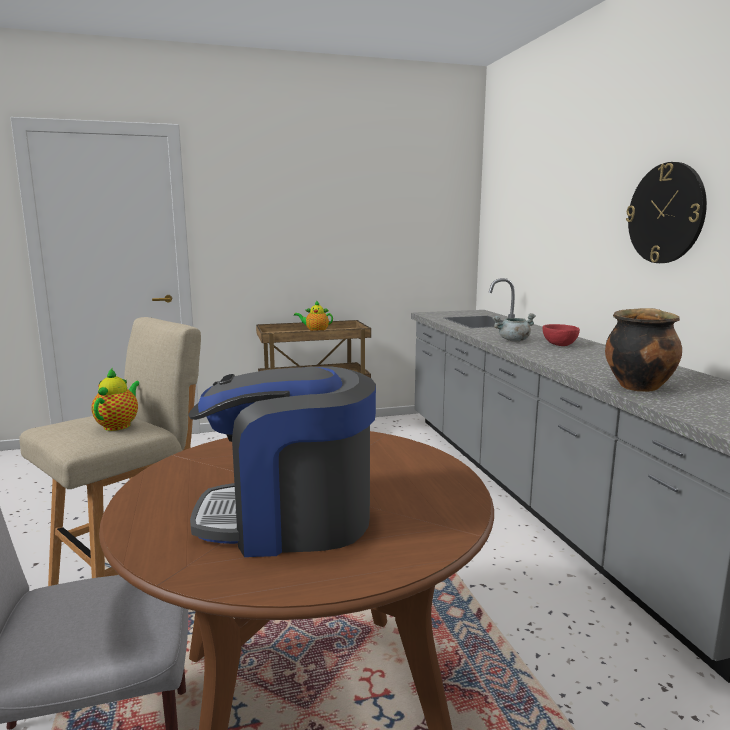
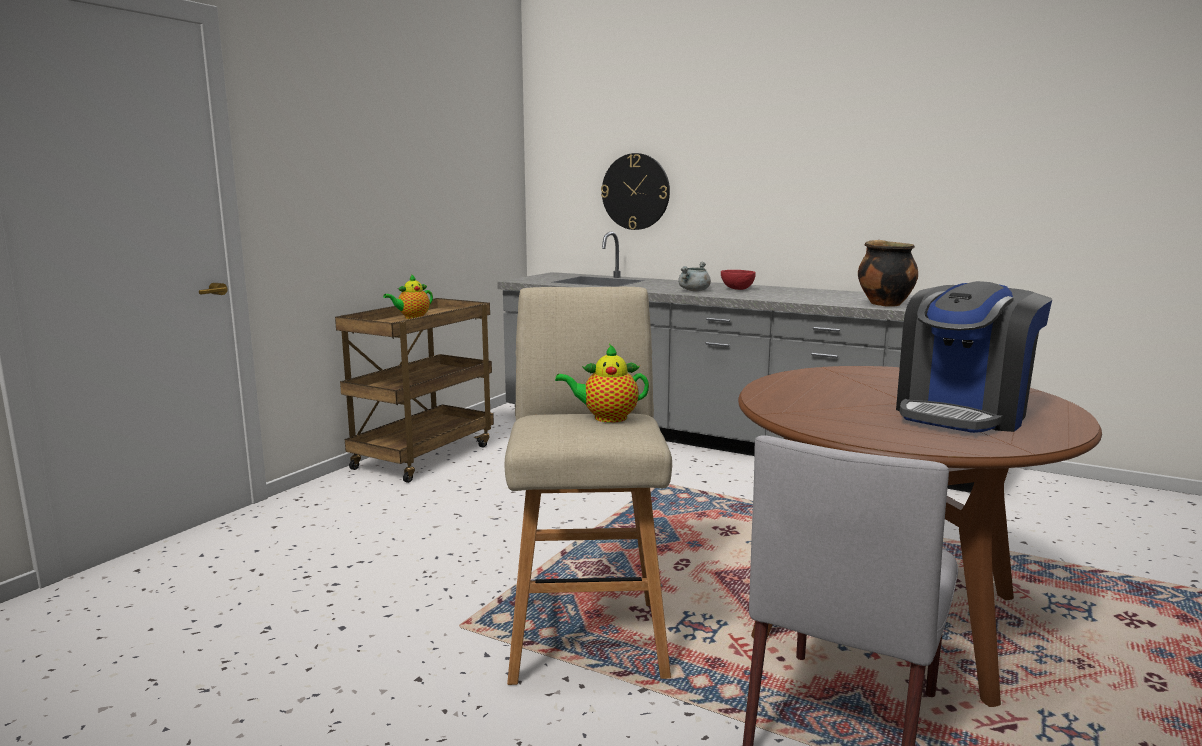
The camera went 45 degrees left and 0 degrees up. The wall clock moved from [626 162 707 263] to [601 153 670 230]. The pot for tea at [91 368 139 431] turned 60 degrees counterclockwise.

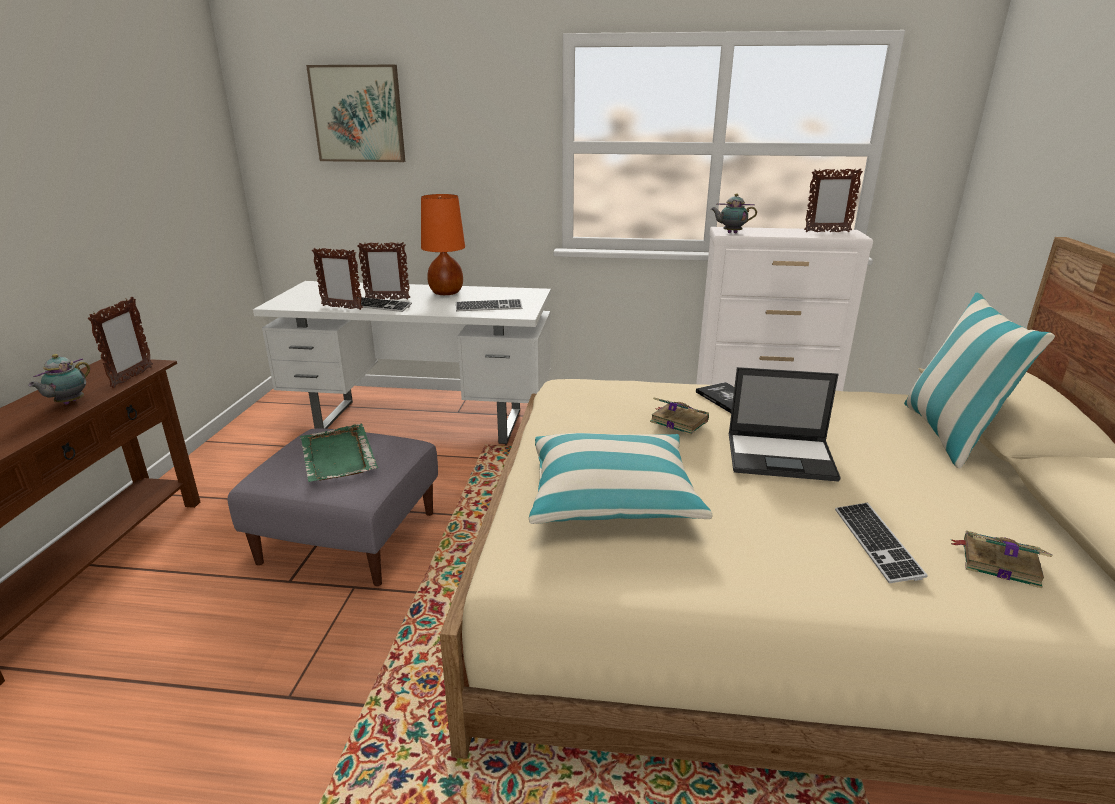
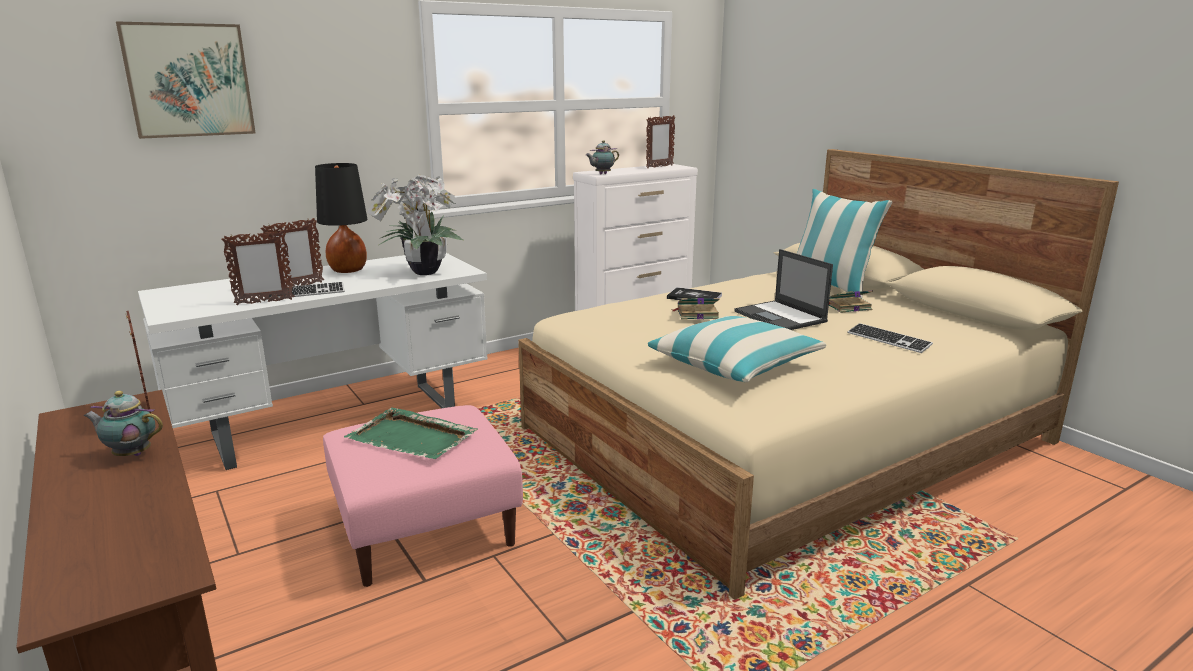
The camera went 40 degrees left and 5 degrees down. The book moved from [950 531 1052 588] to [829 290 873 313]. The keyboard at [456 299 522 311] was replaced by the plant in a pot at [367 174 463 275]. The pouffe (greyish) at [227 428 438 586] became the pouffe (pink) at [323 405 523 587]. The lamp for a table (orange) at [421 194 465 295] became the lamp for a table (blackish) at [315 163 368 273]. The pot for tea at [28 354 90 404] turned 120 degrees clockwise. The notebook computer at [729 367 841 482] turned 90 degrees clockwise.

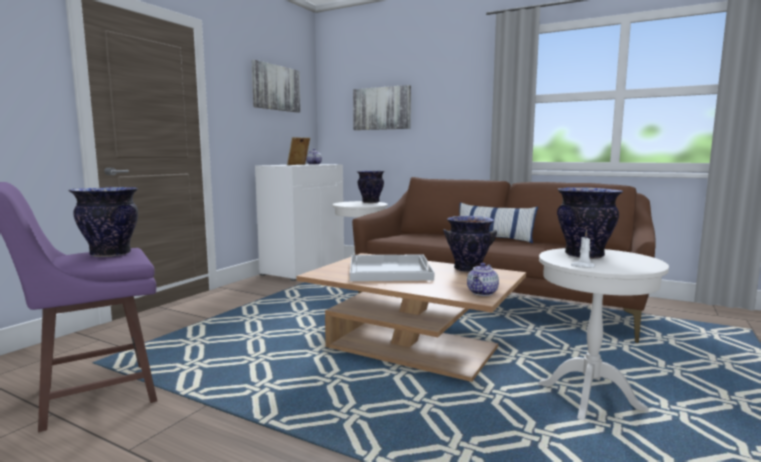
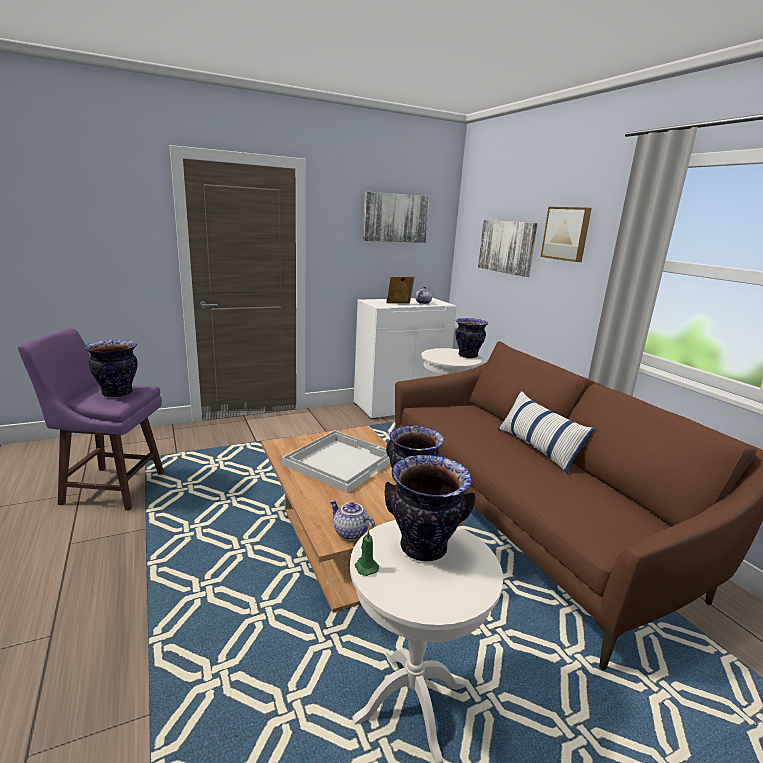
The camera went 35 degrees right and 10 degrees up. The wall art at [541 207 592 262] appeared. The candle (white-coloured) at [571 231 595 268] became the candle (green) at [355 530 379 576]. The pot for tea at [467 263 499 296] turned 60 degrees clockwise.

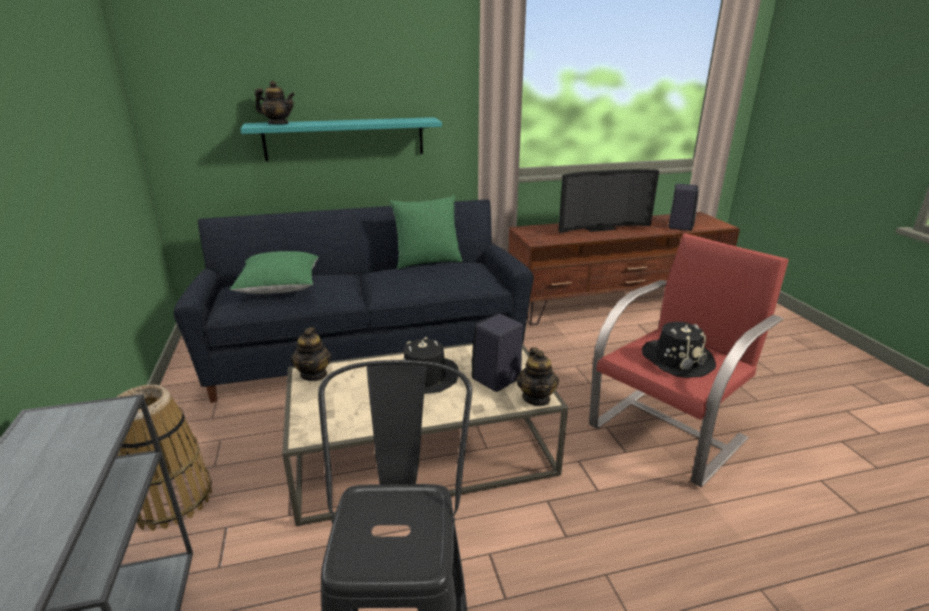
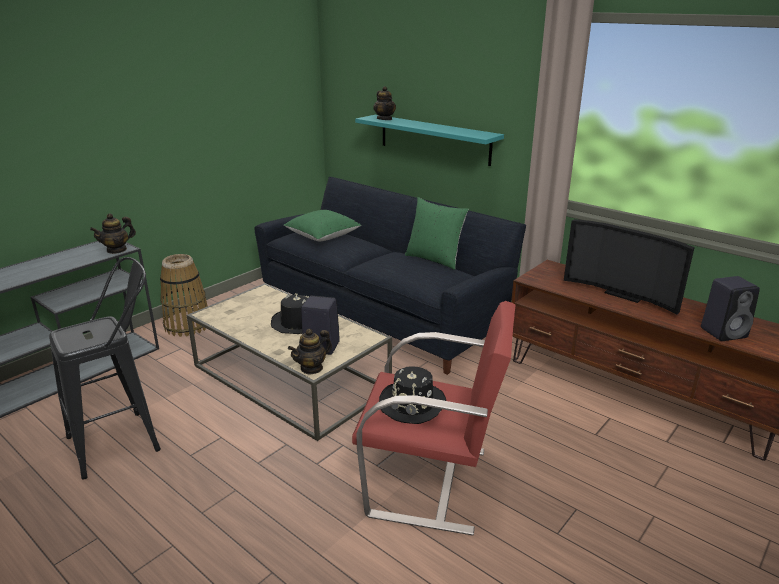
The camera went 55 degrees right and 0 degrees up. The pot for tea moved from [291 327 332 381] to [90 213 136 254].

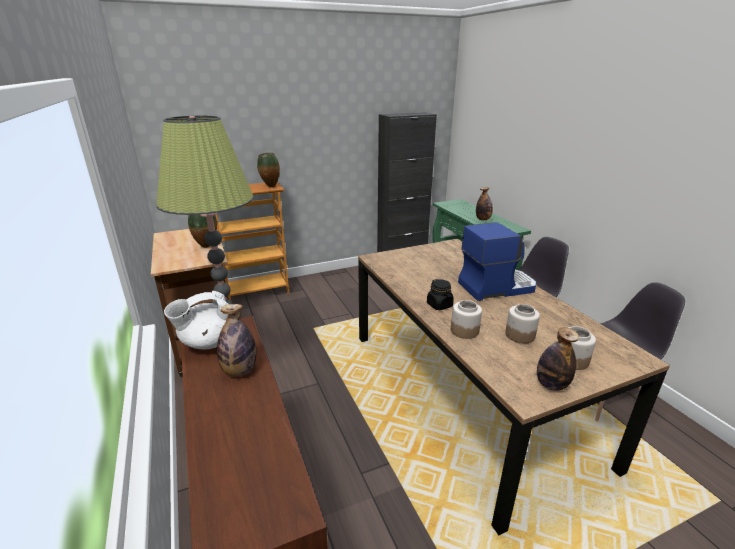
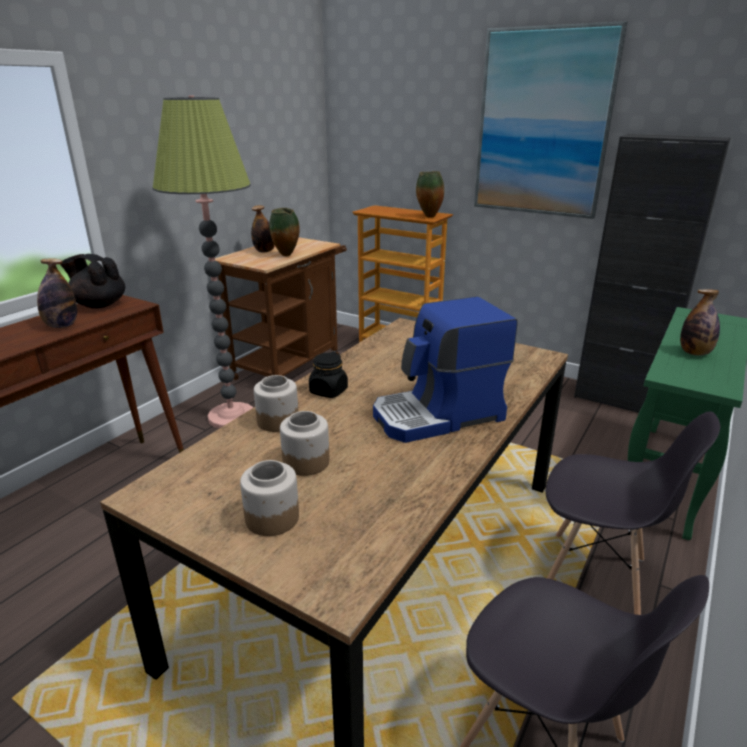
The camera went 55 degrees right and 0 degrees up. The wall art at [474 21 628 219] appeared. The bottle moved from [537 327 579 391] to [251 205 275 253]. The pot for tea (white-coloured) at [164 291 229 350] became the pot for tea (blackish) at [60 254 125 309]. The coffee brewer at [458 222 536 301] turned 120 degrees clockwise.

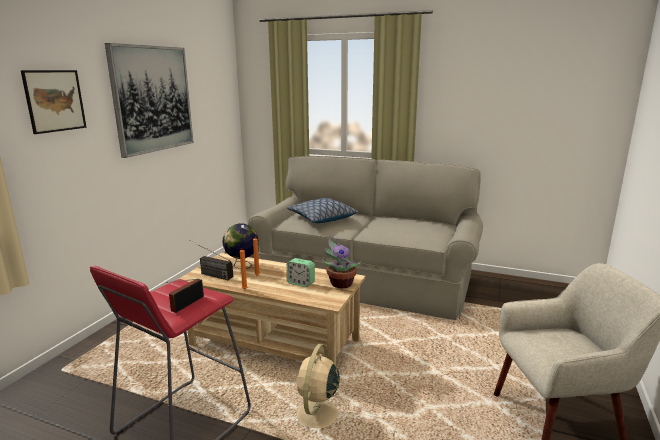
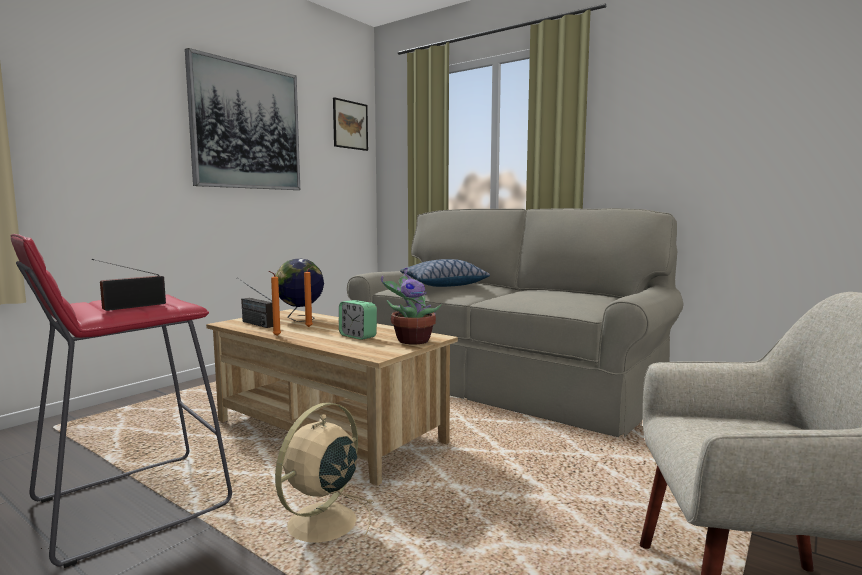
The camera went 15 degrees right and 10 degrees down. The wall art moved from [21 70 86 134] to [333 97 368 151].

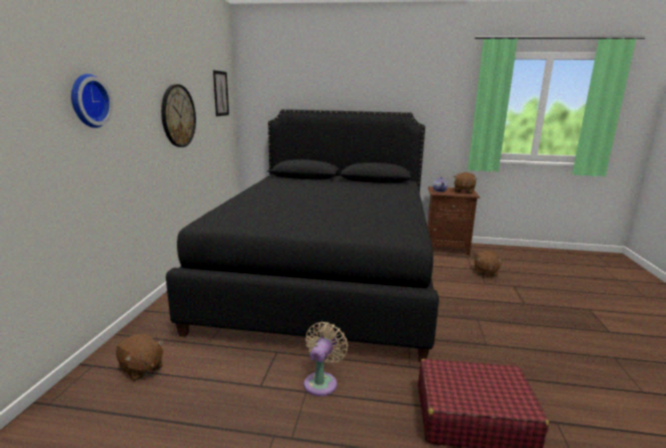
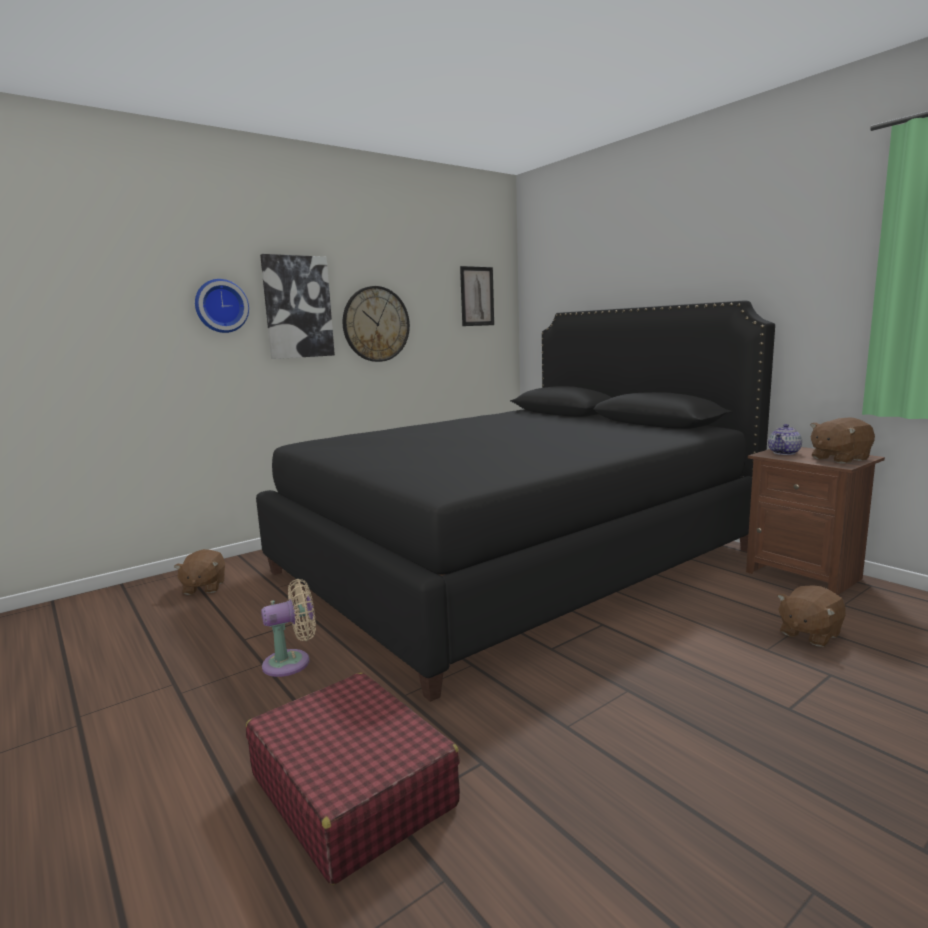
The camera went 45 degrees right and 5 degrees down. The wall art at [260 254 335 359] appeared.

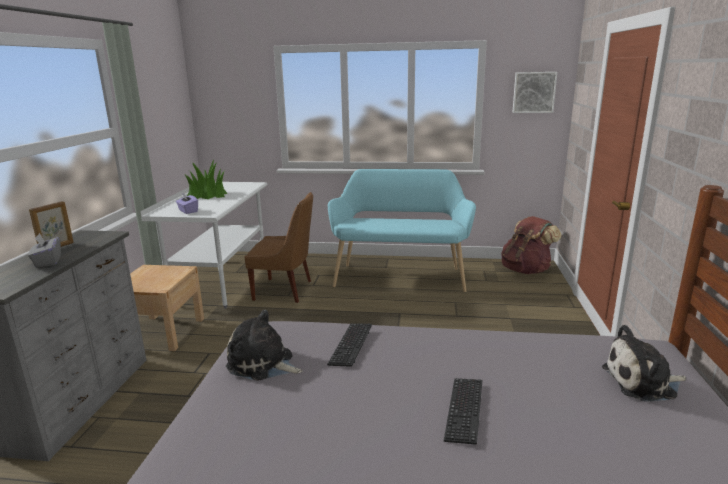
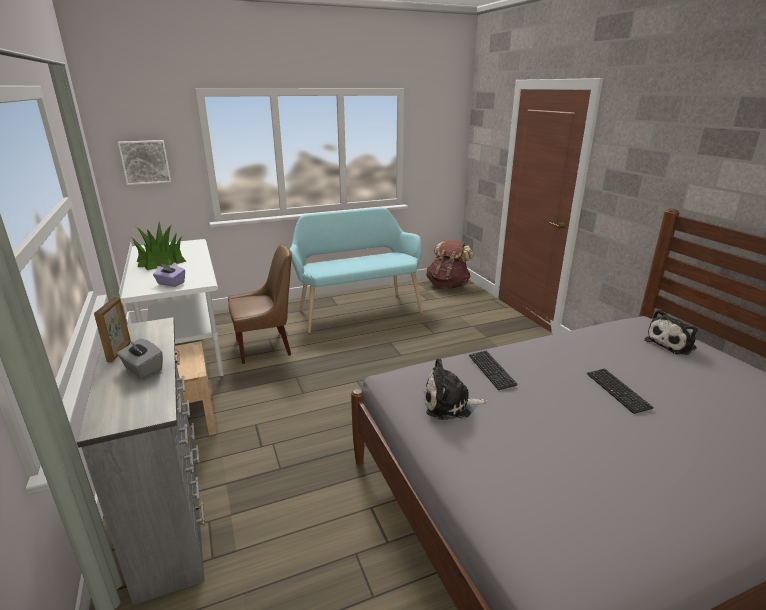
The camera went 30 degrees left and 5 degrees up. The wall art moved from [512 72 557 113] to [118 140 171 185].

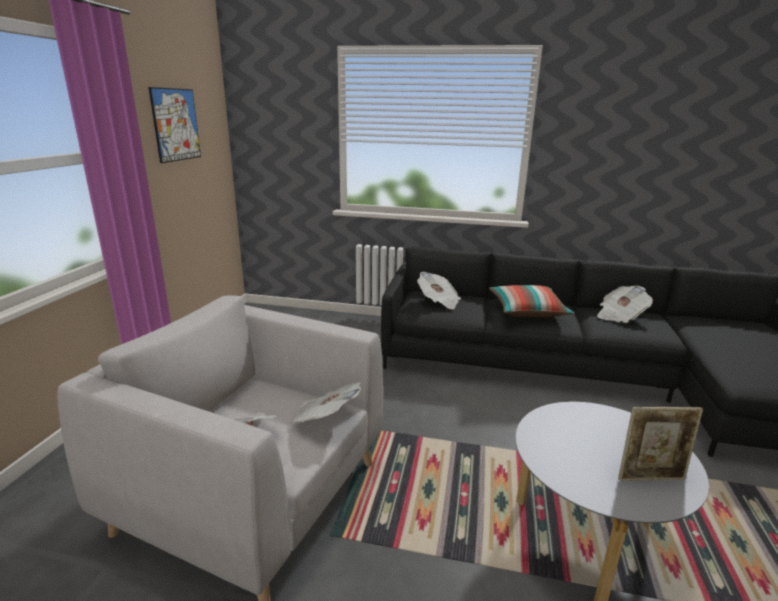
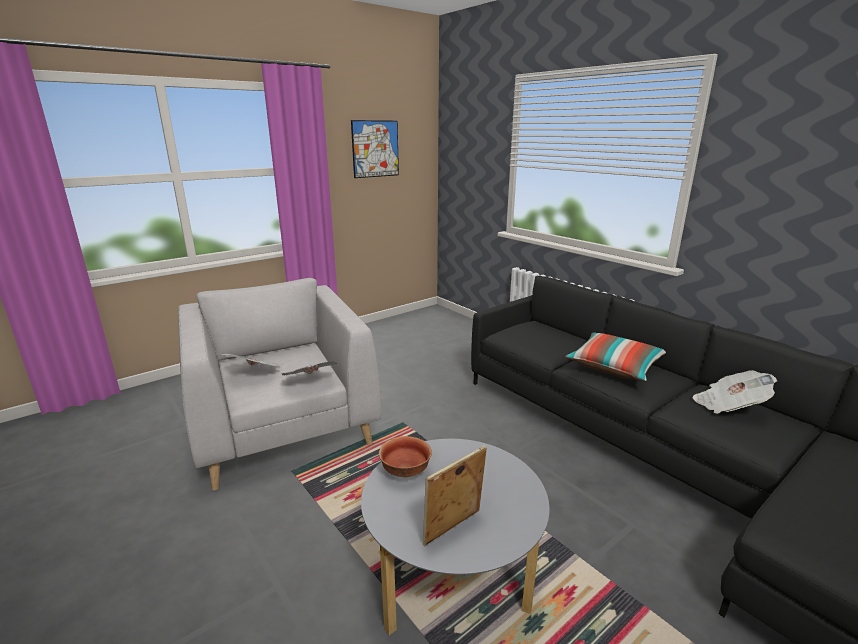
The camera went 40 degrees right and 0 degrees up. The daily paper at [417 272 461 310] disappeared. The deep dish at [379 436 432 477] appeared. The photo frame at [618 407 703 481] turned 105 degrees clockwise.

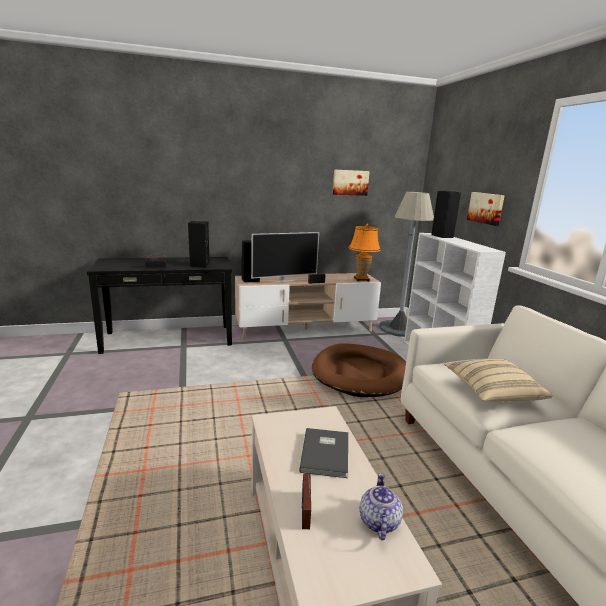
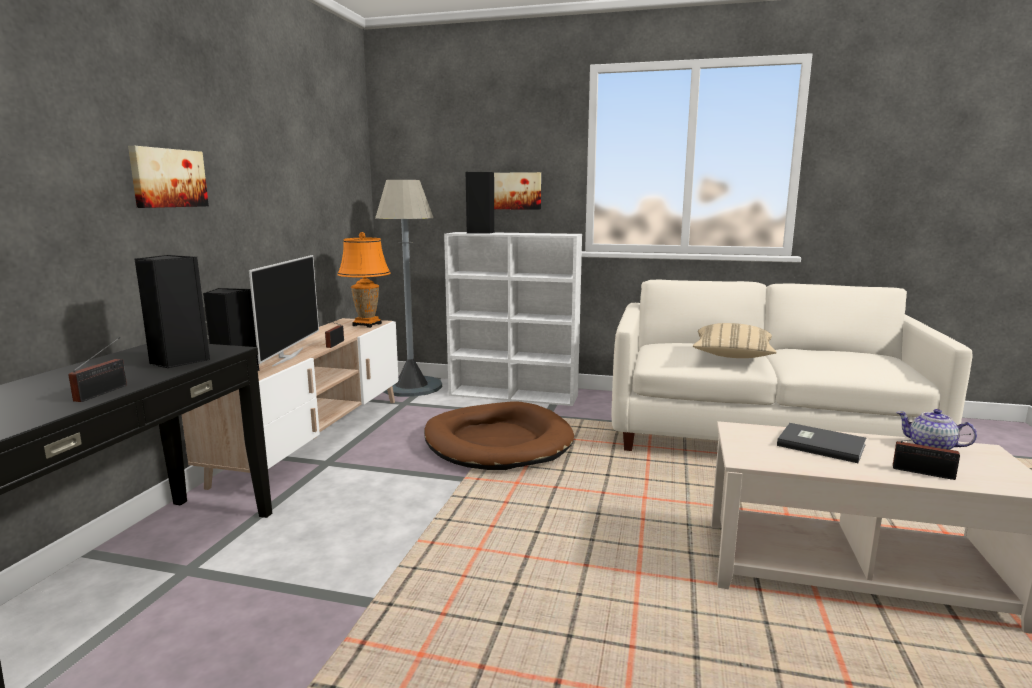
The camera went 60 degrees left and 5 degrees down. The wall art moved from [333 169 370 196] to [128 146 209 208].

